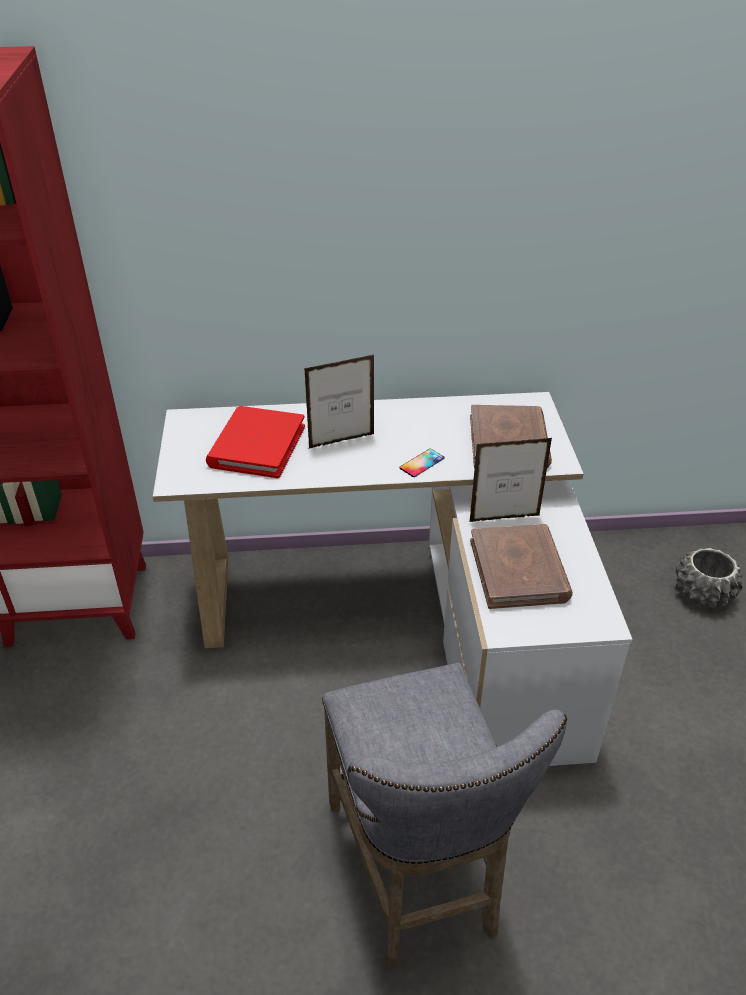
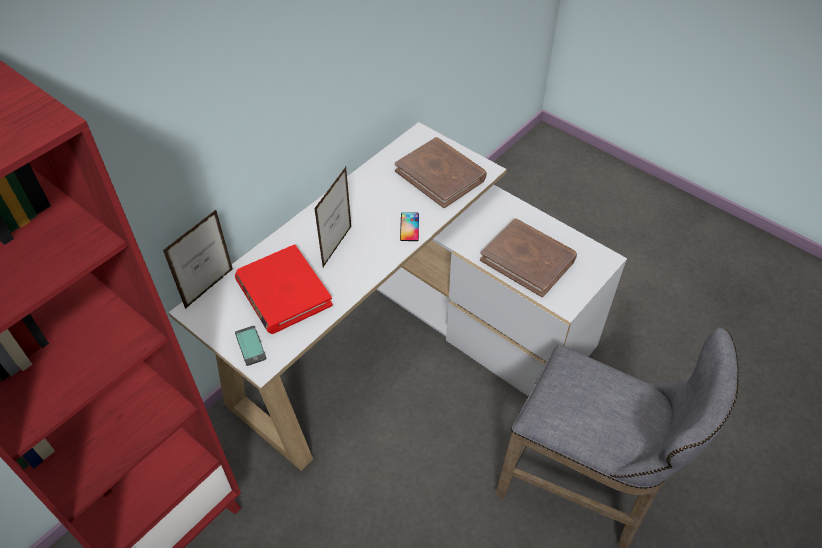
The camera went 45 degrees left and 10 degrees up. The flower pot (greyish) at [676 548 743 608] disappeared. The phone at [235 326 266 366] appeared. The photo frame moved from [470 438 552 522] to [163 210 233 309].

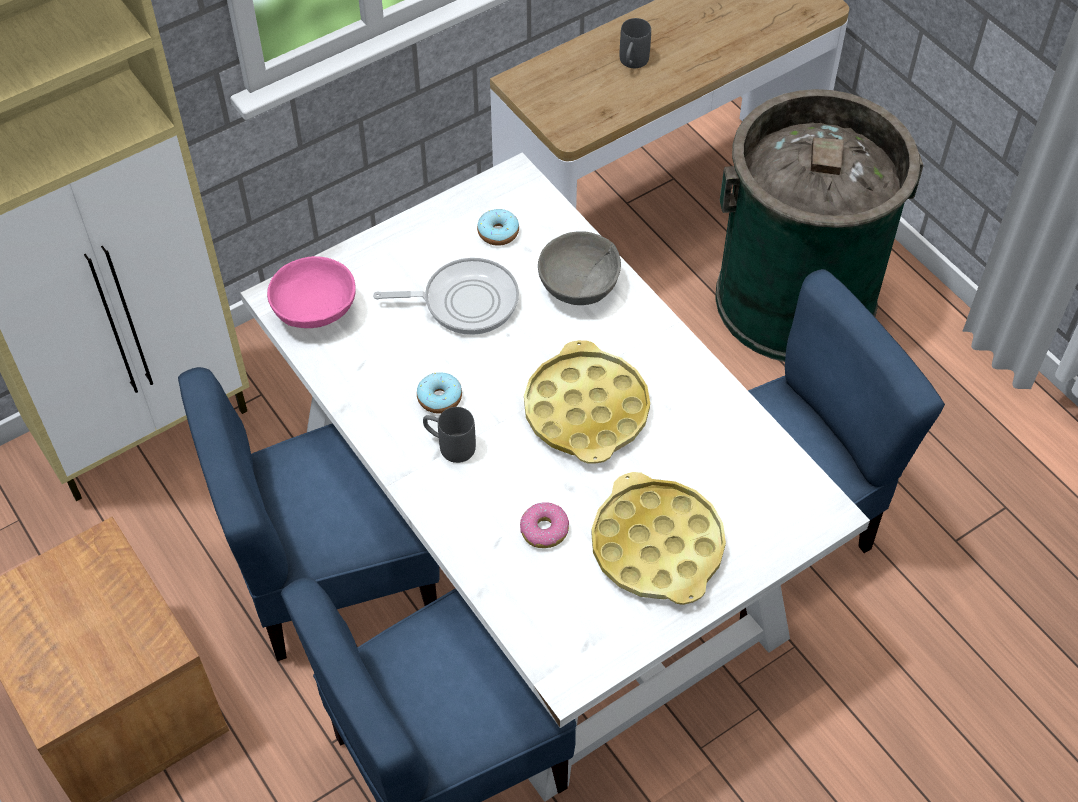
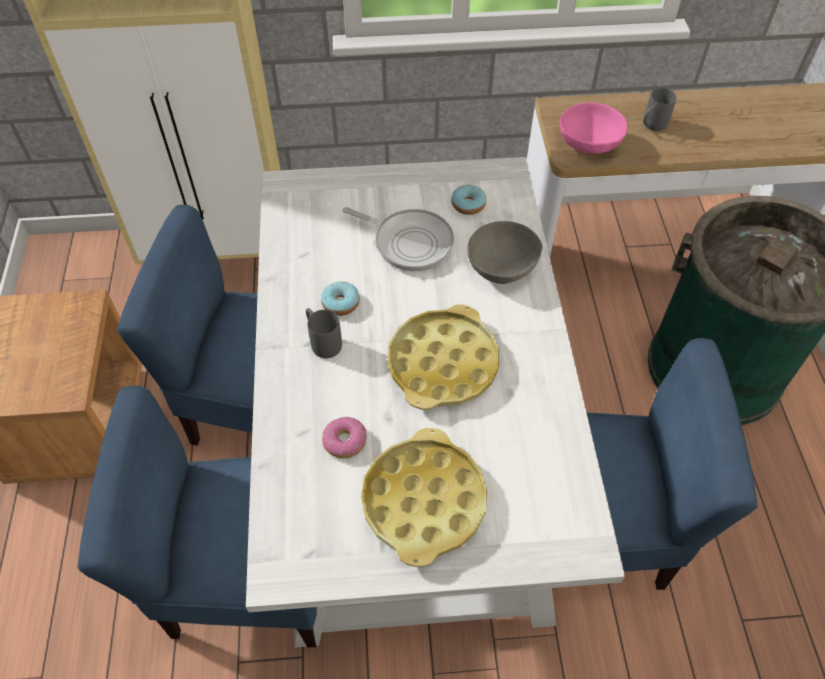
The camera went 30 degrees right and 0 degrees up. The deep dish (pink) moved from [267 256 356 328] to [560 103 628 154].

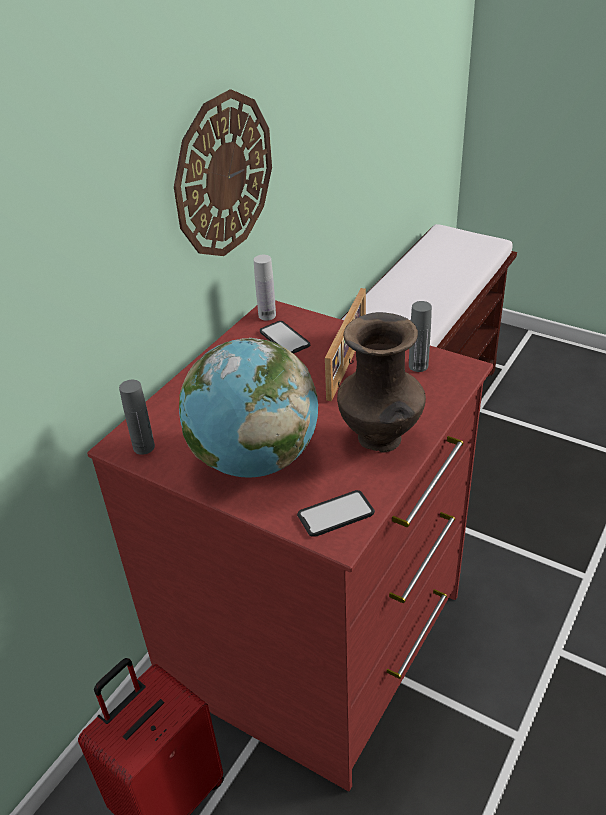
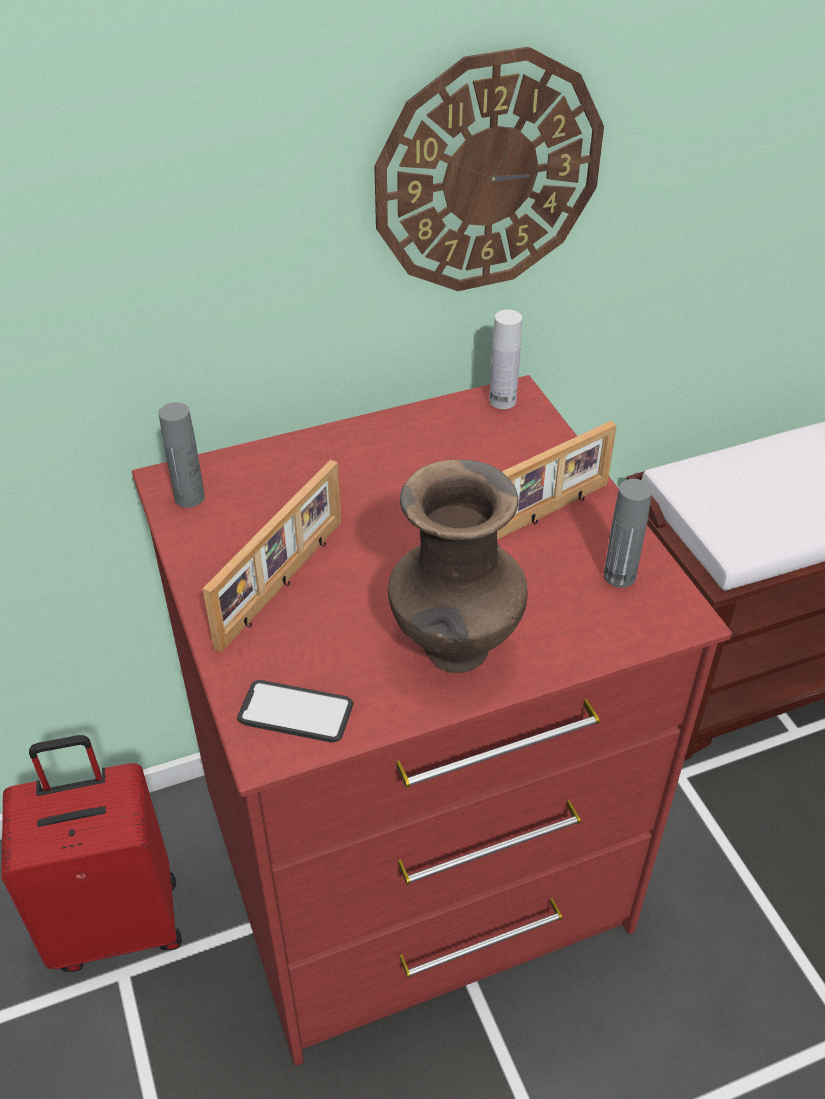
The camera went 35 degrees right and 5 degrees up. The phone at [260 321 310 354] disappeared. The world globe at [179 338 318 478] was replaced by the photo frame at [202 460 341 653].

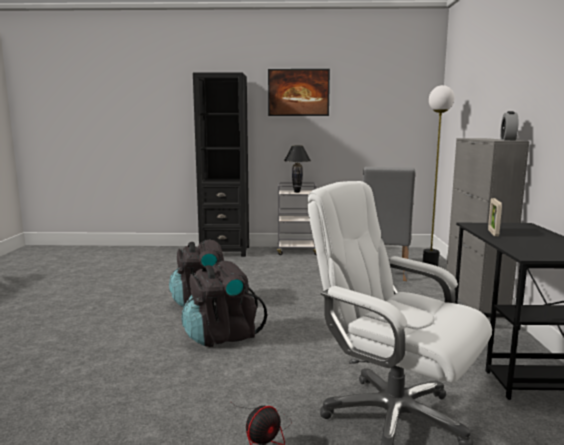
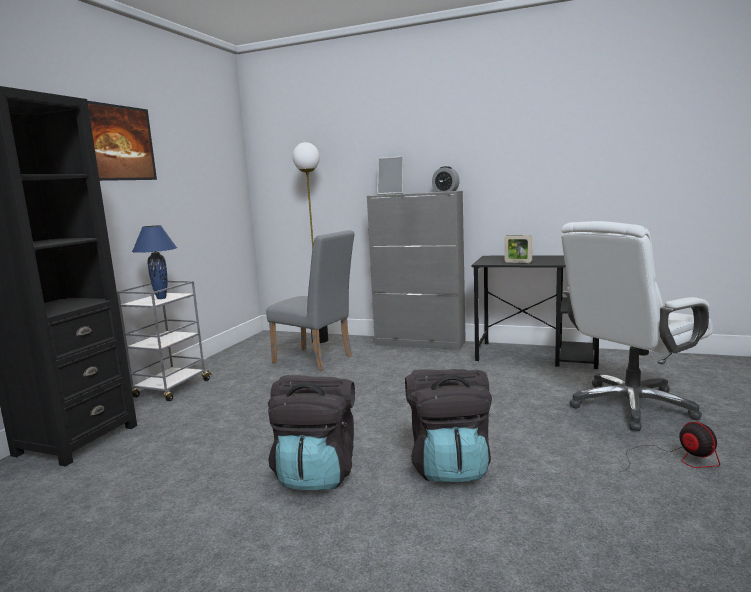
The camera went 70 degrees left and 0 degrees up. The photo frame at [377 156 404 195] appeared. The lamp for a table (blackish) at [284 146 311 193] became the lamp for a table (bluish) at [132 225 177 299].

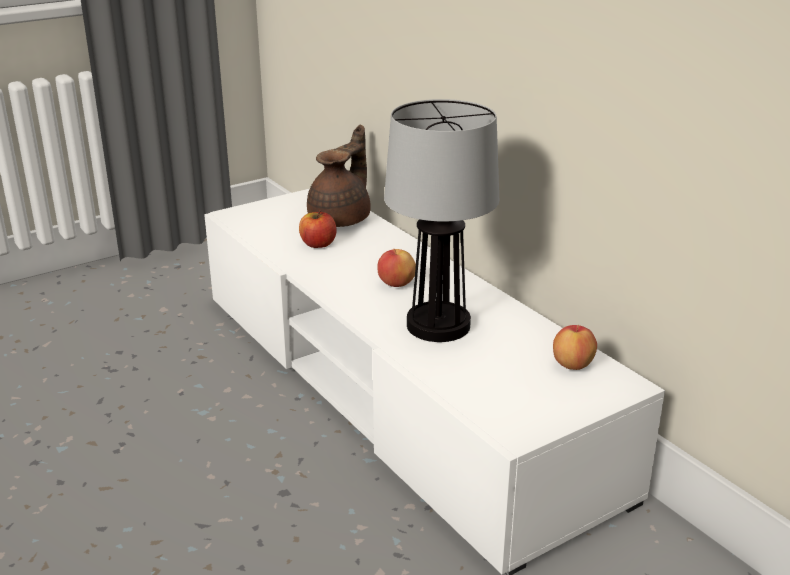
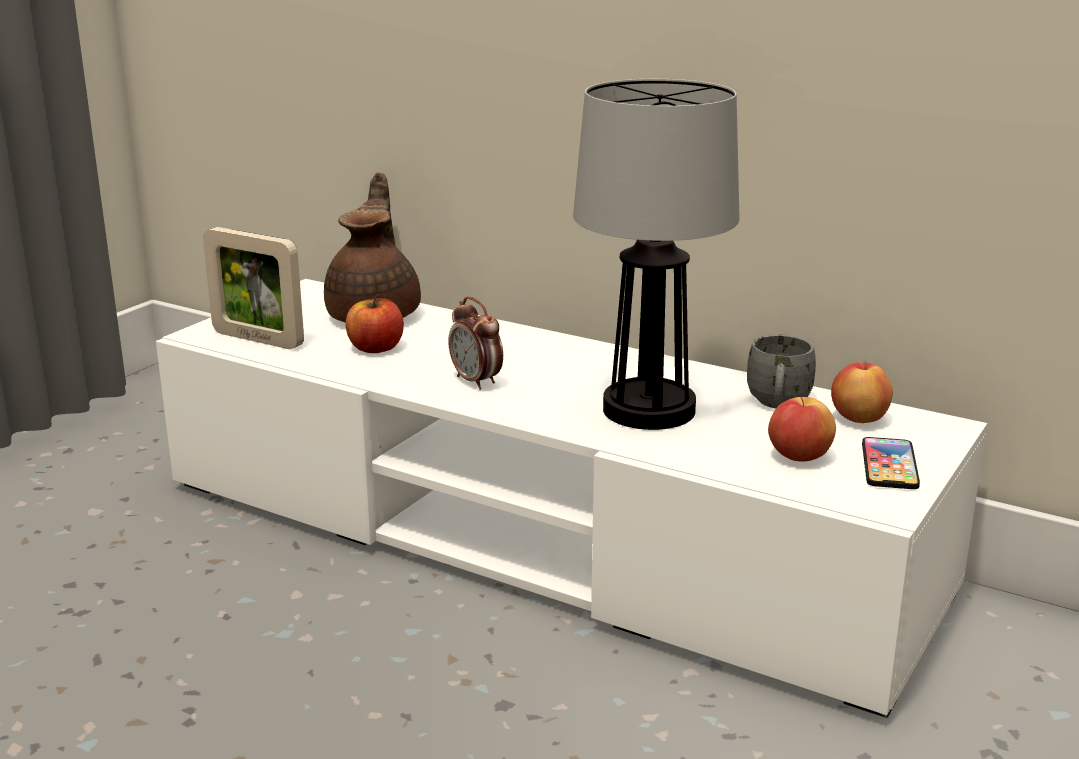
The camera went 25 degrees left and 5 degrees down. The photo frame at [203 227 304 349] appeared. The bedside clock at [448 297 503 390] appeared. The tea mug (greyish) at [747 334 816 408] appeared. The phone at [862 437 920 489] appeared. The apple fruit moved from [377 249 416 287] to [768 396 836 461].

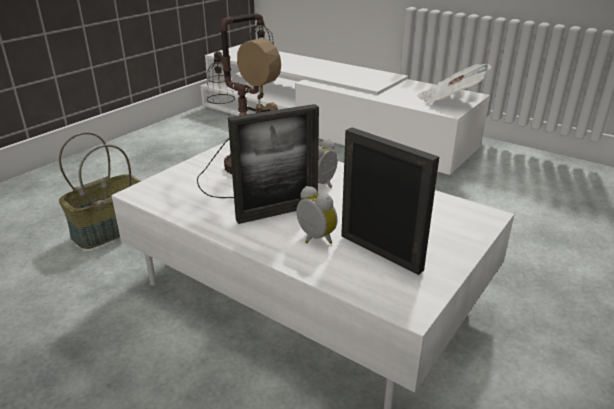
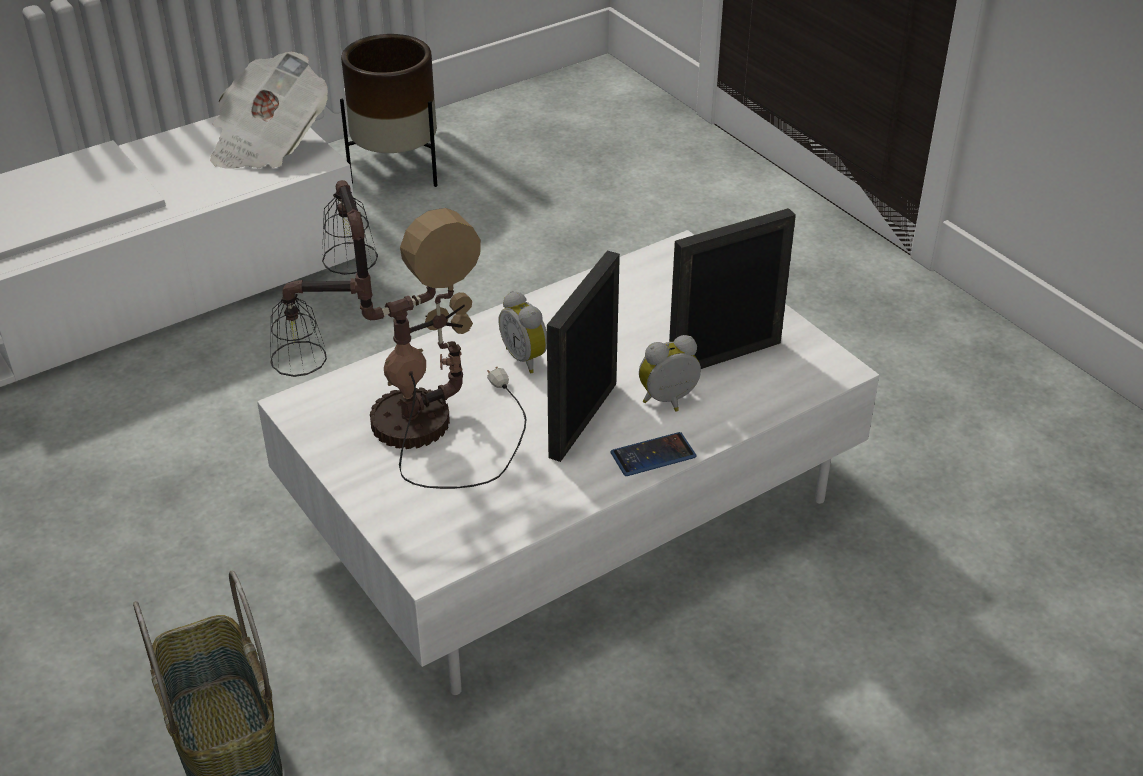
The camera went 70 degrees left and 10 degrees up. The flower pot (brown-coloured) at [340 34 438 187] appeared. The phone at [611 432 696 476] appeared. The photo frame at [228 104 319 224] turned 150 degrees counterclockwise.

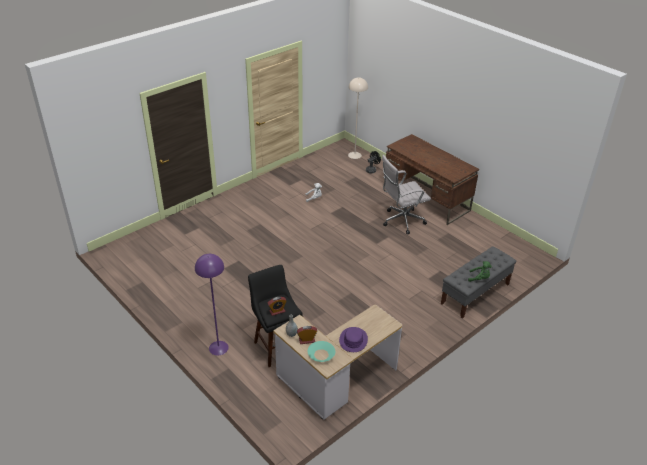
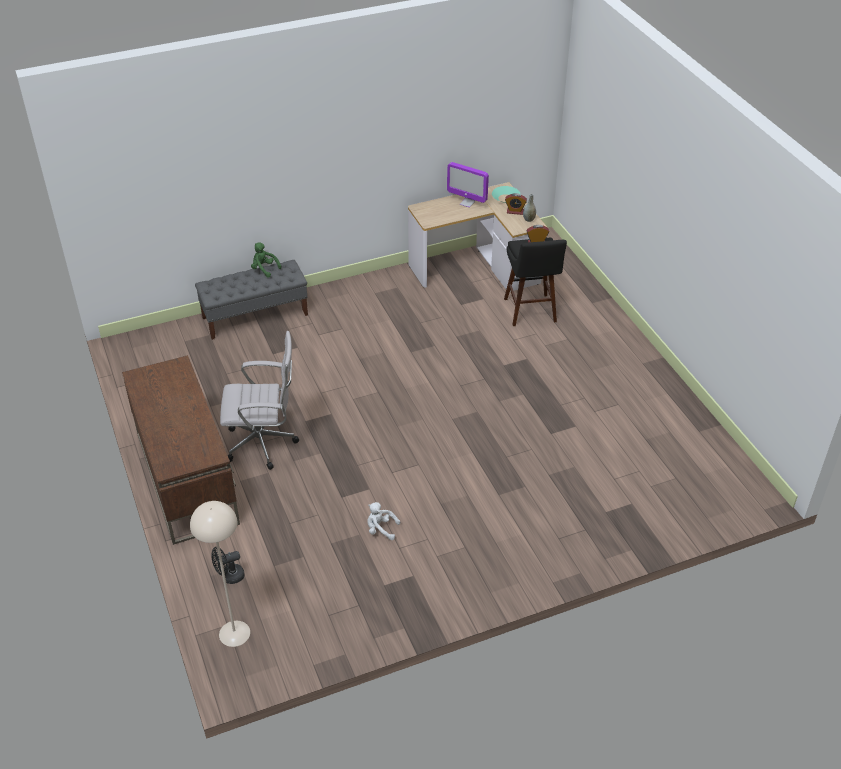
The camera went 160 degrees left and 5 degrees up. The floor lamp (purplish) at [195 254 229 355] disappeared. The hat (purplish) at [339 327 368 352] was replaced by the computer screen at [447 162 489 208].

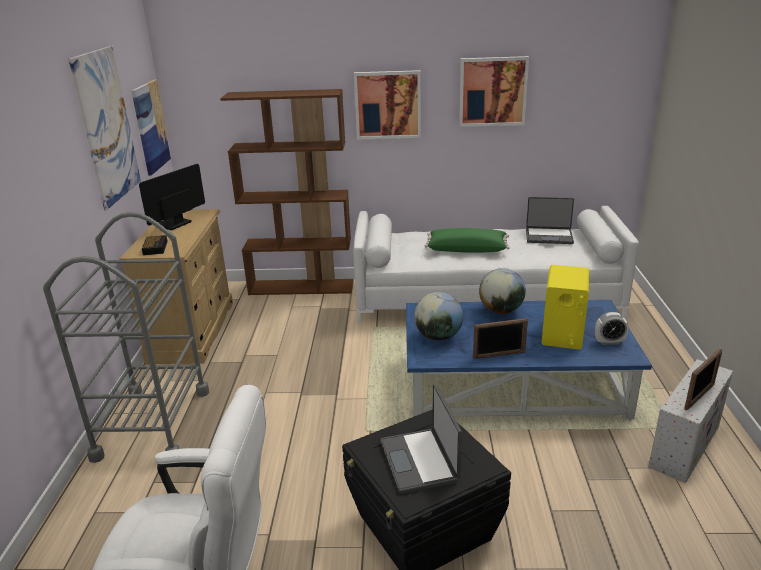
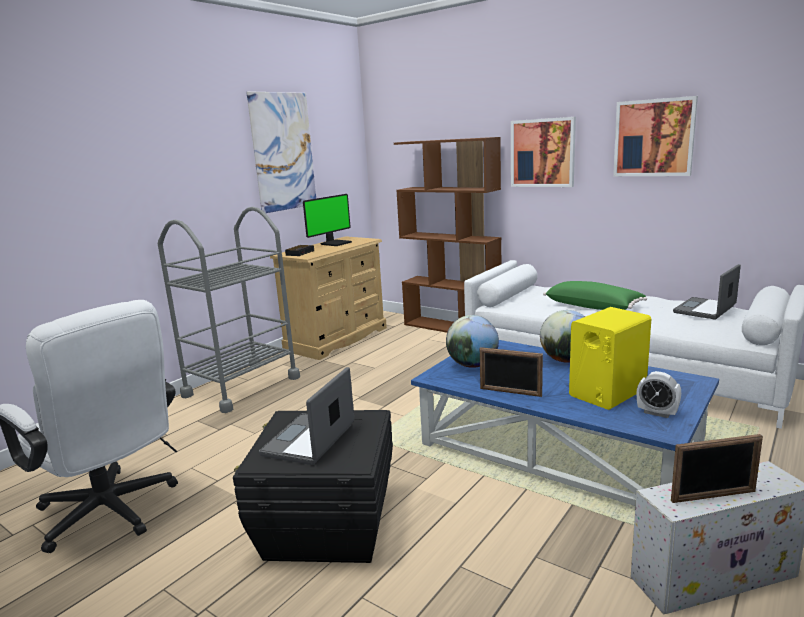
The camera went 35 degrees right and 10 degrees down. The wall art at [131 79 171 176] disappeared. The computer screen at [139 164 205 231] turned 150 degrees clockwise. The notebook computer at [526 197 574 244] turned 90 degrees clockwise.

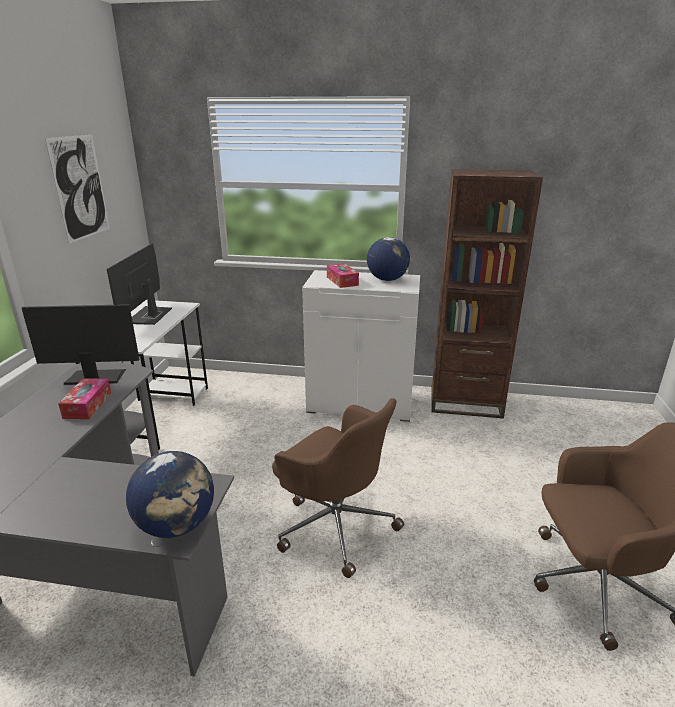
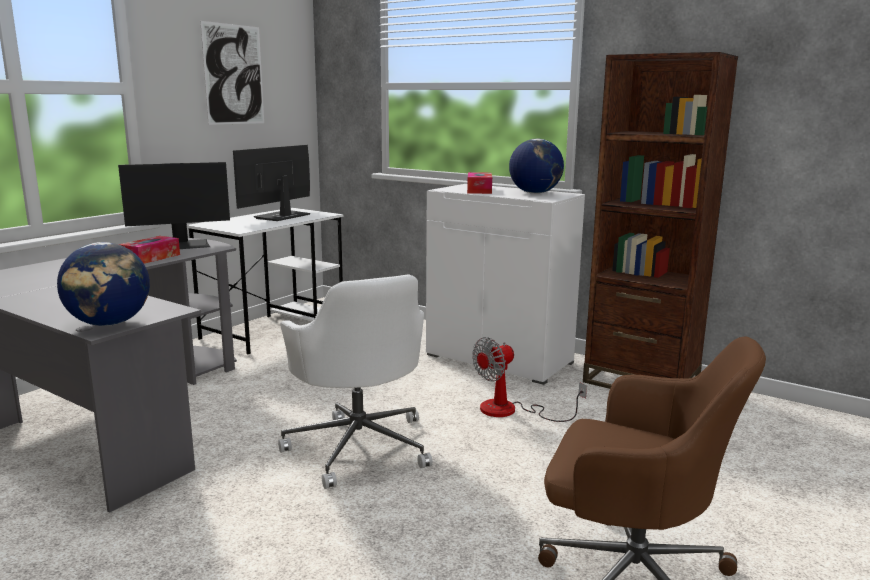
The camera went 25 degrees right and 10 degrees down. The fan at [472 337 587 422] appeared. The office chair (brown-coloured) at [272 398 404 578] became the office chair (white-coloured) at [278 275 433 489]. The computer screen at [22 304 140 385] turned 135 degrees clockwise.

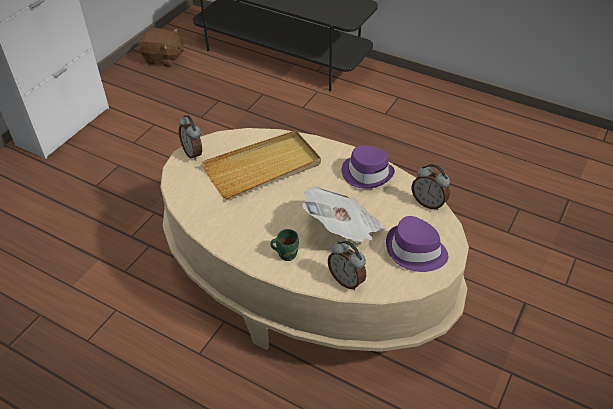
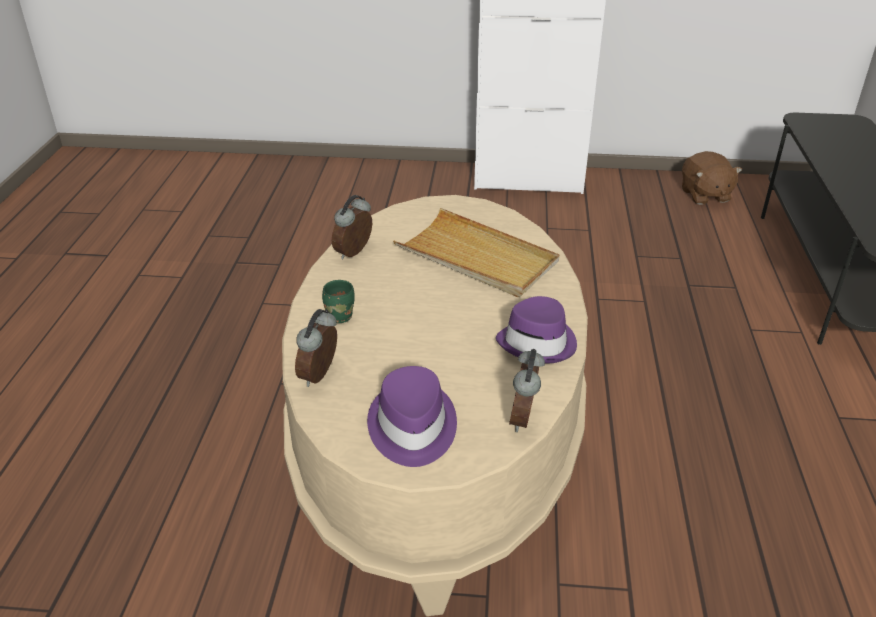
The camera went 65 degrees right and 10 degrees down. The daily paper at [301 186 386 243] disappeared. The bedside clock moved from [178 115 202 161] to [332 195 372 259].

